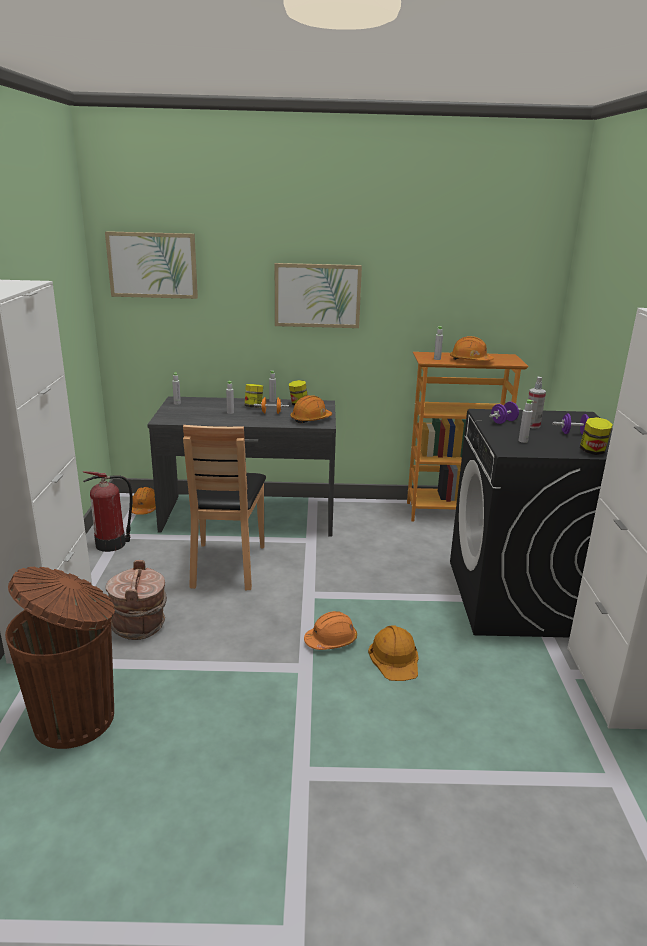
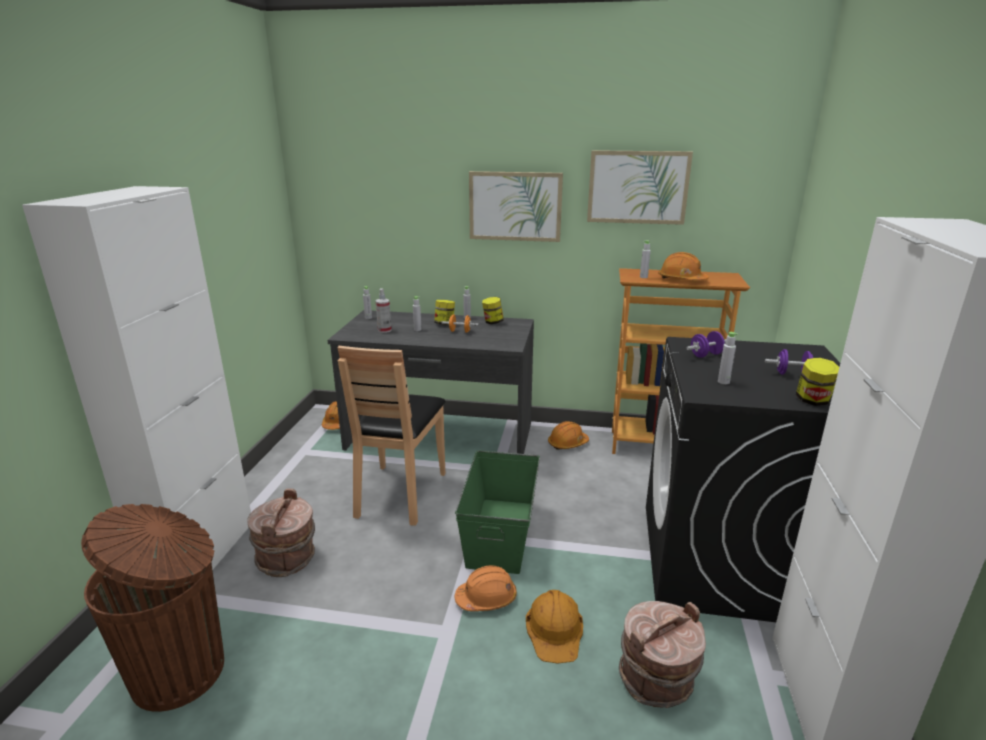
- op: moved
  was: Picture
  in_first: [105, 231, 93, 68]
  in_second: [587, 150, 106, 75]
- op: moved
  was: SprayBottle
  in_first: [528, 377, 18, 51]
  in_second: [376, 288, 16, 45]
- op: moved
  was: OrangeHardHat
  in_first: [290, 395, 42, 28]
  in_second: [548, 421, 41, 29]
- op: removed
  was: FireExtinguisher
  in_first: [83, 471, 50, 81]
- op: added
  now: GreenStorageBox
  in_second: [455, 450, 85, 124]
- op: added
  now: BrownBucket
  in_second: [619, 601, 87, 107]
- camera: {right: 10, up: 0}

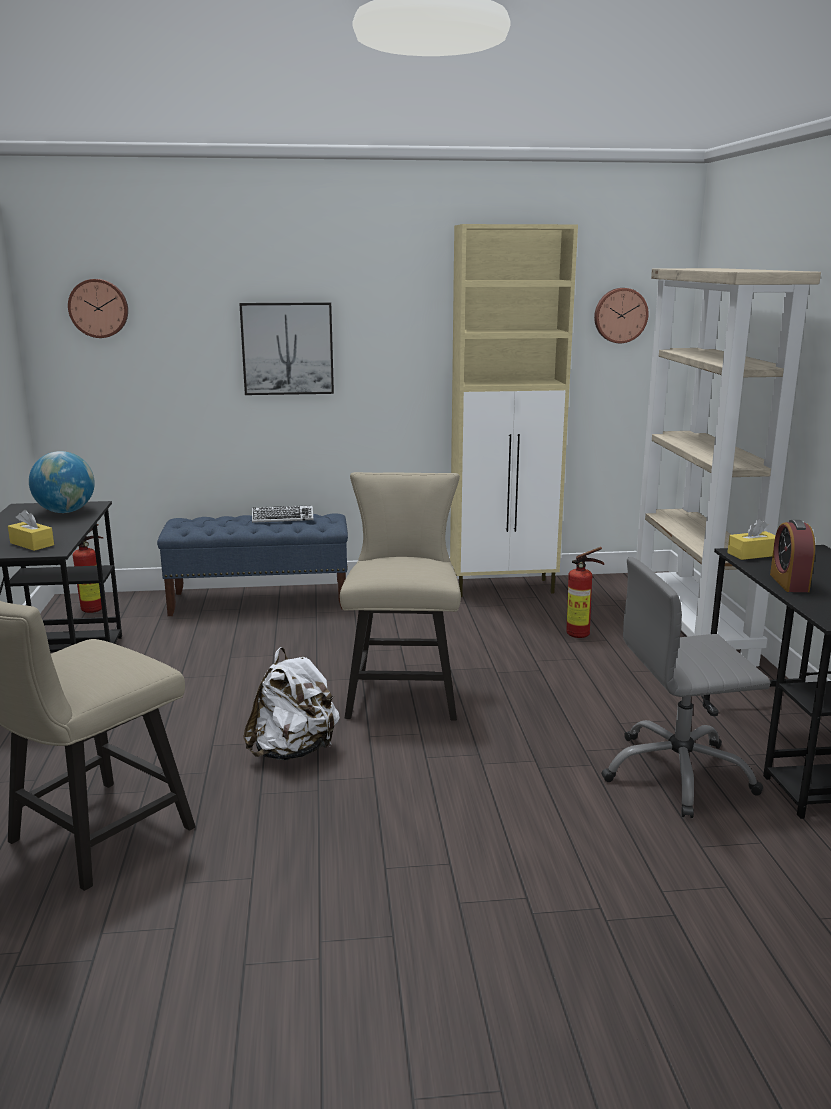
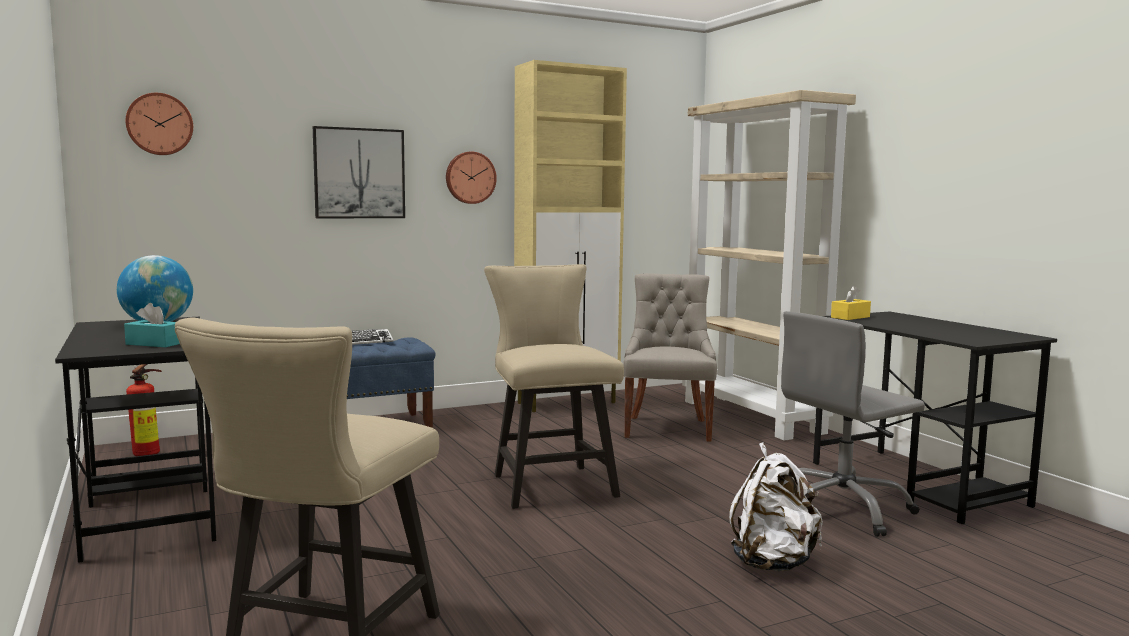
- op: moved
  was: WallClock
  in_first: [594, 288, 55, 55]
  in_second: [446, 151, 51, 53]
- op: recoloured
  was: YellowTissueBox
  now: TurquoiseTissueBox
  in_first: [8, 510, 46, 41]
  in_second: [124, 303, 56, 44]
- op: removed
  was: AlarmClock
  in_first: [770, 520, 45, 72]
- op: replaced
  was: FireExtinguisher
  now: GreyChair
  in_first: [566, 547, 38, 91]
  in_second: [623, 273, 94, 169]
- op: moved
  was: WhiteBackpack
  in_first: [243, 647, 97, 113]
  in_second: [729, 442, 94, 129]
- camera: {right: -20, up: -10}

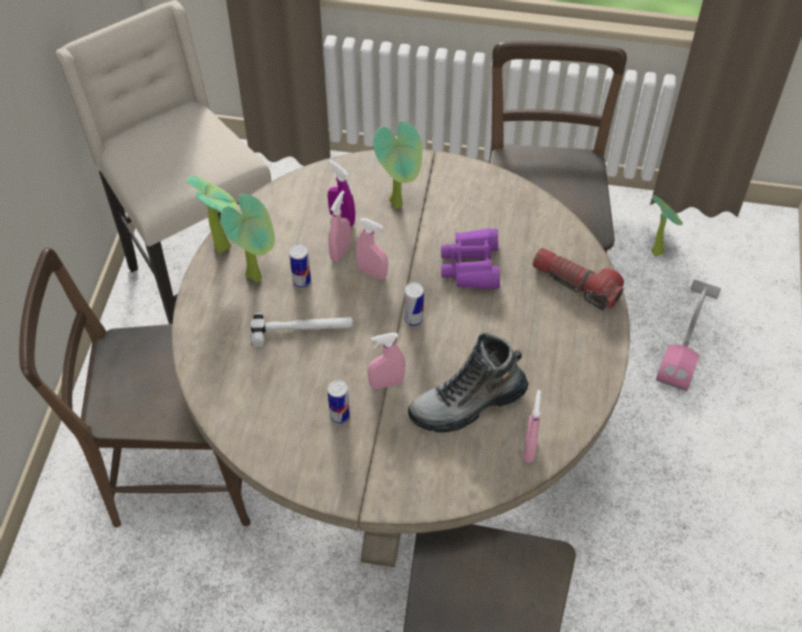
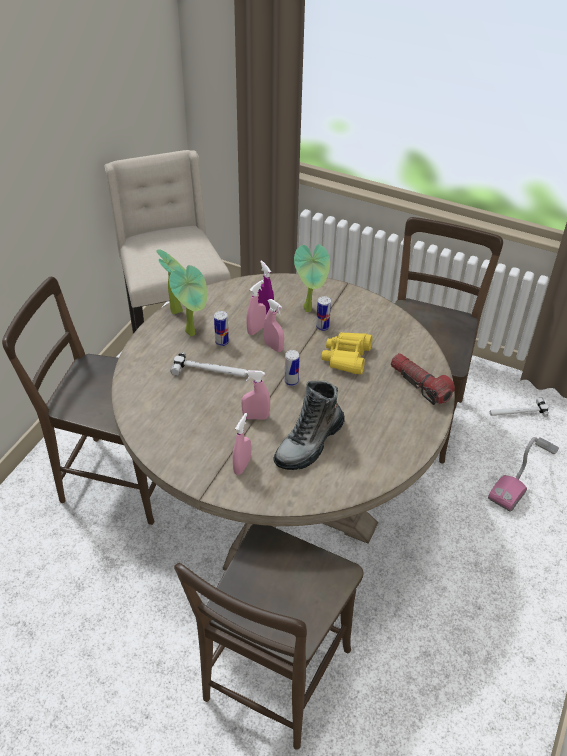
- op: replaced
  was: PottedPlant
  now: Hammer
  in_first: [651, 195, 32, 62]
  in_second: [490, 398, 59, 19]
- op: recoloured
  was: PurpleBinoculars
  now: YellowBinoculars
  in_first: [441, 228, 59, 62]
  in_second: [321, 332, 51, 42]
- op: turned
  was: Boot
  in_first: [408, 332, 121, 101]
  in_second: [274, 381, 71, 89]
  clockwise: -45
- op: moved
  was: Can
  in_first: [328, 380, 22, 44]
  in_second: [316, 296, 15, 35]
- op: moved
  was: PinkSprayBottle
  in_first: [523, 390, 18, 73]
  in_second: [232, 413, 19, 62]
- camera: {right: 15, up: -10}

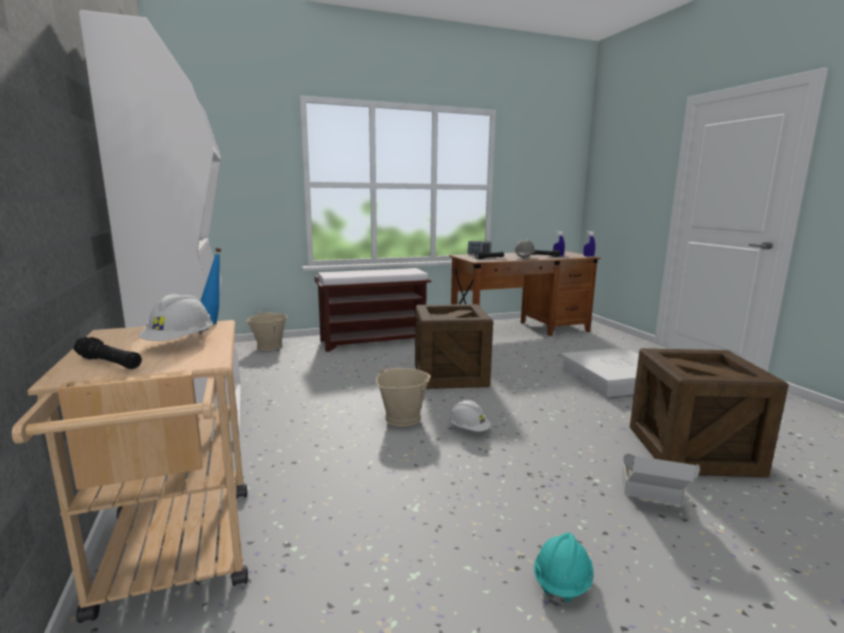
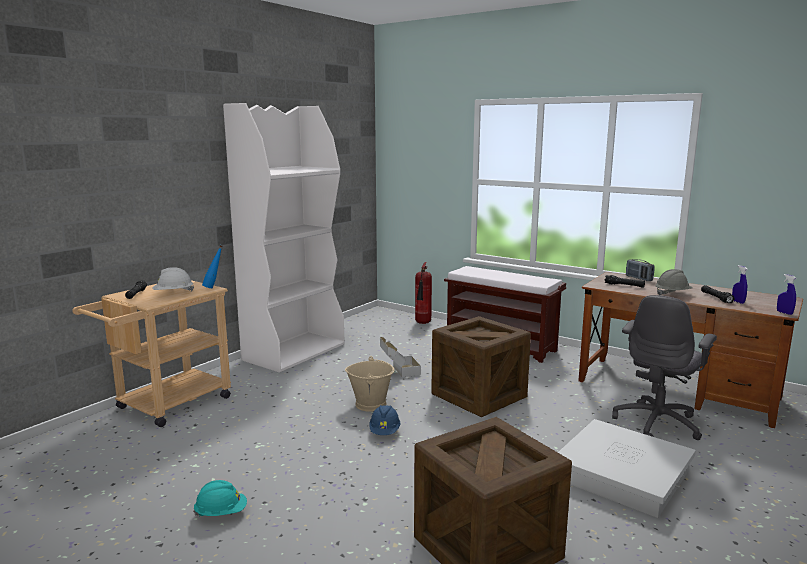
- op: replaced
  was: BeigeBucket
  now: FireExtinguisher
  in_first: [246, 311, 42, 40]
  in_second: [415, 262, 17, 62]
- op: recoloured
  was: WhiteHardHat
  now: BlueHardHat
  in_first: [448, 400, 43, 32]
  in_second: [369, 405, 31, 30]
- op: moved
  was: CardboardBox
  in_first: [622, 454, 78, 51]
  in_second: [380, 337, 41, 40]
- op: added
  now: GreyOfficeChair
  in_second: [612, 295, 105, 145]
- camera: {right: 55, up: 0}

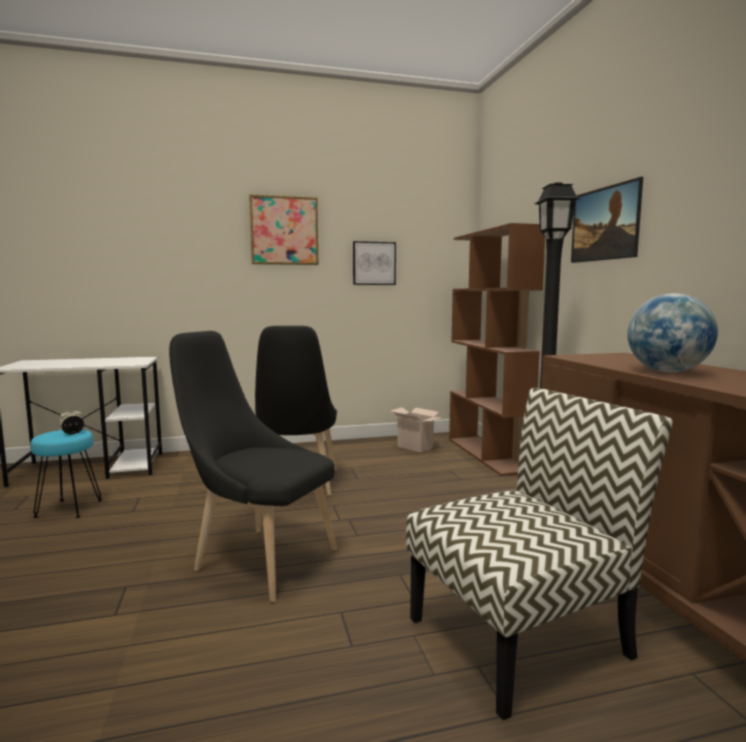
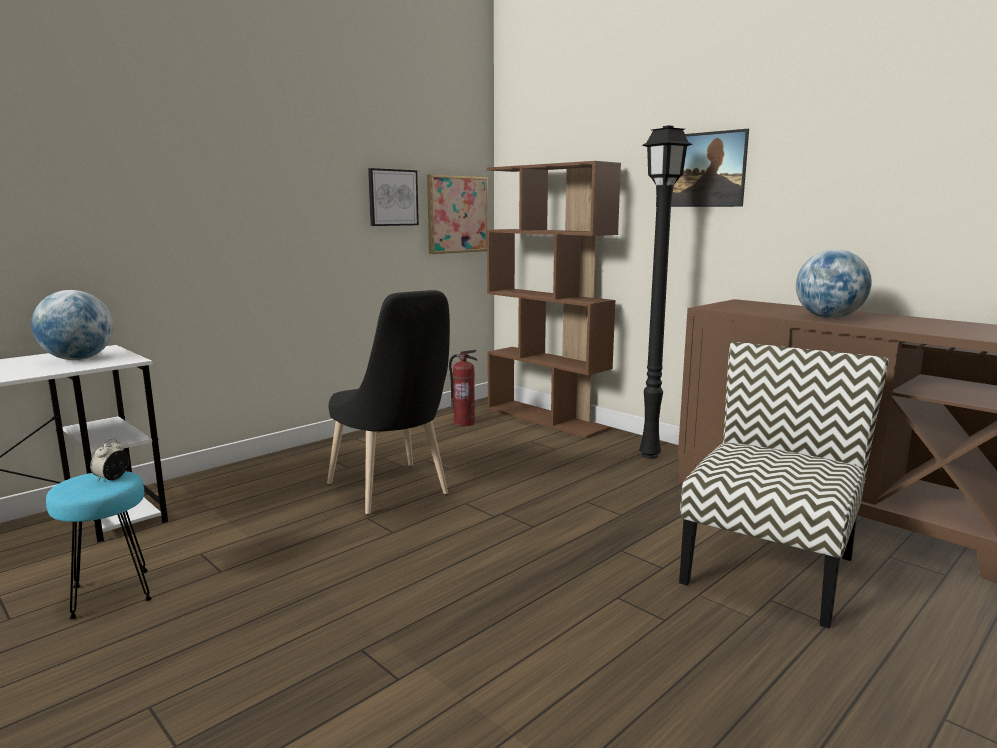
- op: moved
  was: Picture
  in_first: [249, 194, 70, 71]
  in_second: [427, 174, 61, 80]
- op: removed
  was: BlackChair
  in_first: [169, 331, 168, 271]
- op: replaced
  was: CardboardBox
  now: FireExtinguisher
  in_first: [390, 407, 53, 46]
  in_second: [449, 350, 29, 76]
- op: added
  now: Globe
  in_second: [31, 290, 82, 70]
- camera: {right: -30, up: 5}

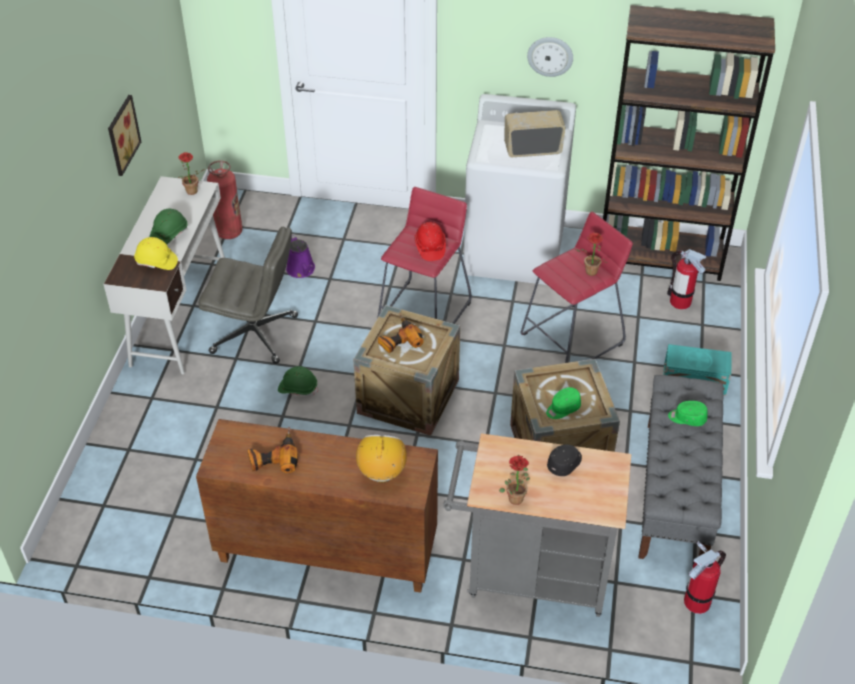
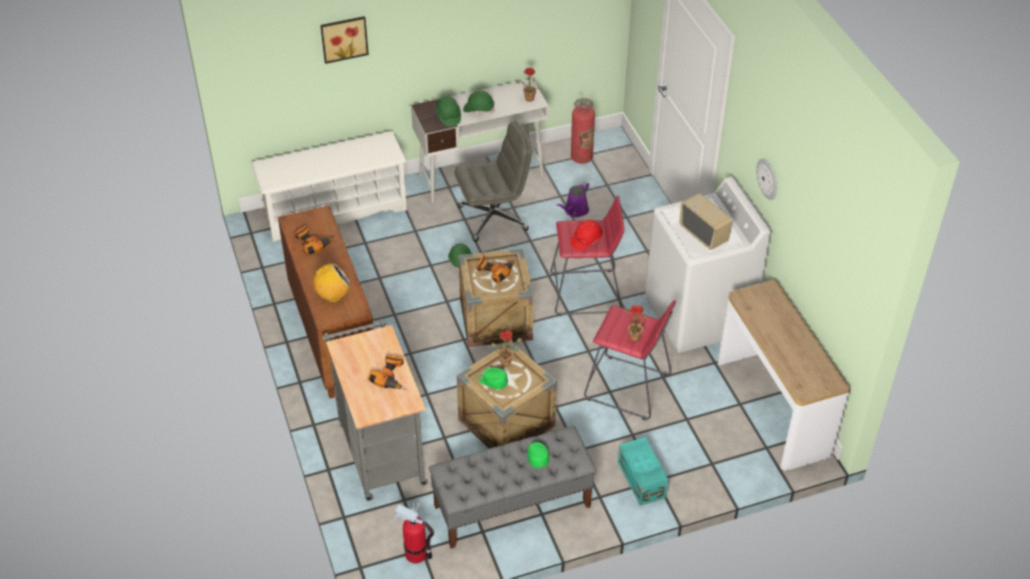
- op: replaced
  was: BrownBookcase
  now: ConsoleTable
  in_first: [603, 5, 172, 276]
  in_second: [718, 279, 133, 192]
- op: moved
  was: Picture
  in_first: [108, 95, 33, 81]
  in_second: [320, 16, 49, 48]
- op: turned
  was: GreyOfficeChair
  in_first: [199, 227, 99, 137]
  in_second: [454, 122, 78, 120]
  clockwise: -90
- op: recoloured
  was: YellowHardHat
  now: GreenHardHat
  in_first: [134, 237, 44, 33]
  in_second: [435, 96, 26, 30]
- op: removed
  was: FireExtinguisher
  in_first: [667, 249, 39, 60]
- op: replaced
  was: BlackCap
  now: PowerDrill
  in_first: [547, 444, 35, 32]
  in_second: [368, 355, 40, 36]
- op: moved
  was: PottedPlant
  in_first: [499, 455, 31, 50]
  in_second: [491, 331, 31, 36]
- op: added
  now: WhiteShoeRack
  in_second: [251, 131, 156, 111]
- camera: {right: 60, up: 0}

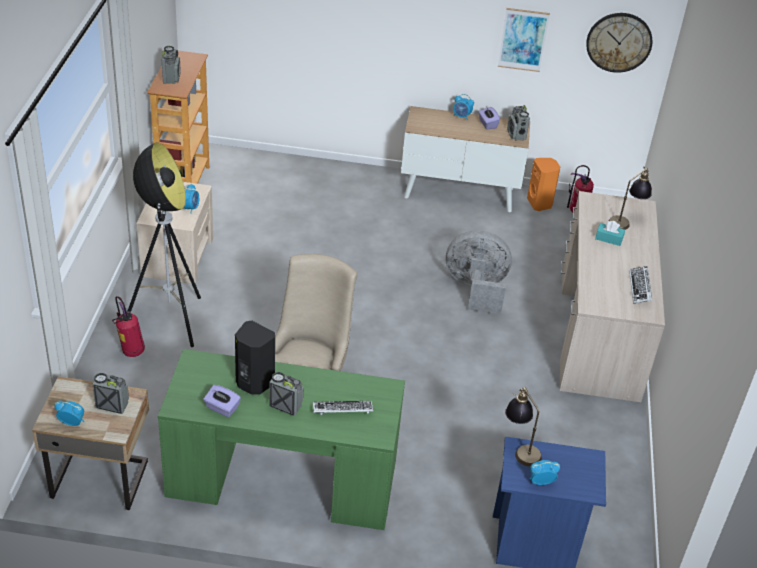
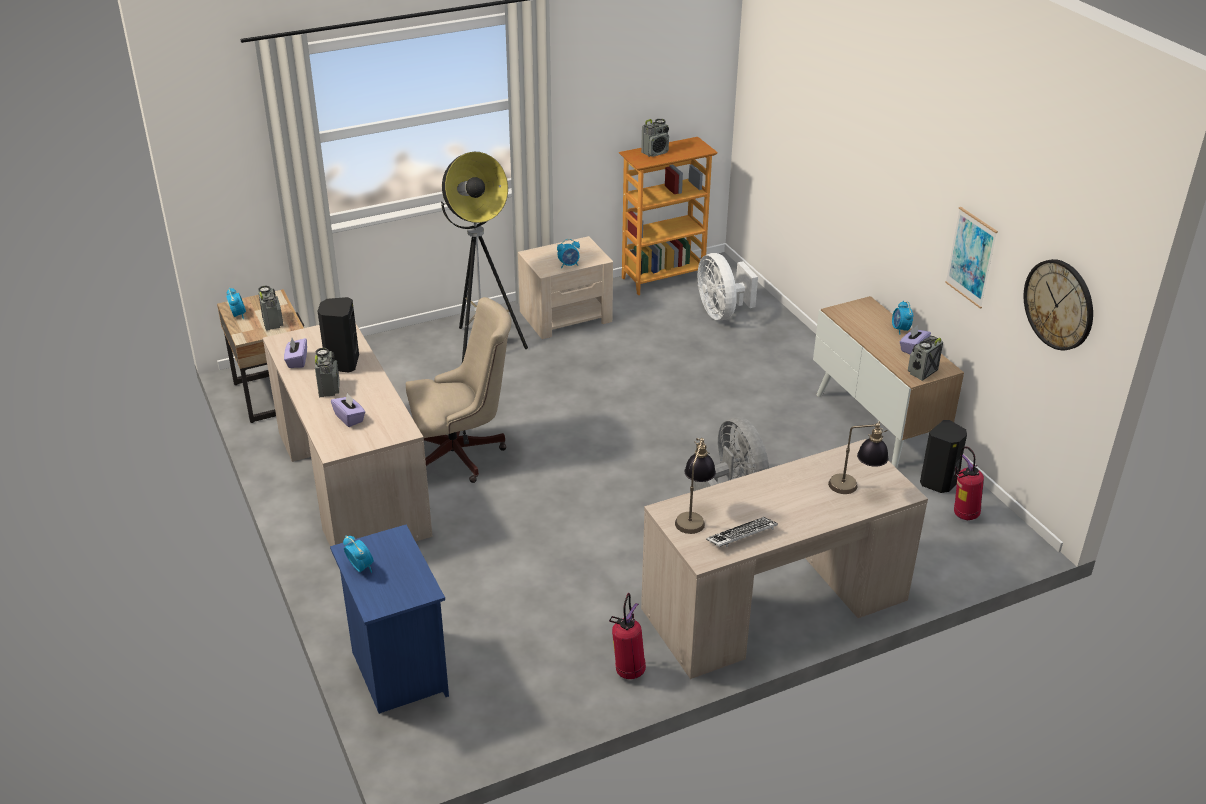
- op: recoloured
  was: OrangeSpeaker
  now: BlackSpeaker
  in_first: [527, 158, 33, 53]
  in_second: [920, 420, 47, 73]
- op: removed
  was: TurquoiseTissueBox
  in_first: [595, 221, 30, 25]
- op: moved
  was: FireExtinguisher
  in_first: [112, 296, 33, 61]
  in_second: [609, 593, 37, 86]
- op: recoloured
  was: GreenDesk
  now: BeigeDesk
  in_first: [158, 349, 247, 181]
  in_second: [263, 323, 169, 223]
- op: moved
  was: TableLamp
  in_first: [505, 387, 37, 80]
  in_second: [675, 438, 41, 96]
- op: replaced
  was: Keyboard
  now: PurpleTissueBox
  in_first: [313, 401, 61, 14]
  in_second: [331, 393, 34, 34]
- op: added
  now: WhiteFan
  in_second: [698, 253, 60, 67]
- camera: {right: 60, up: -5}

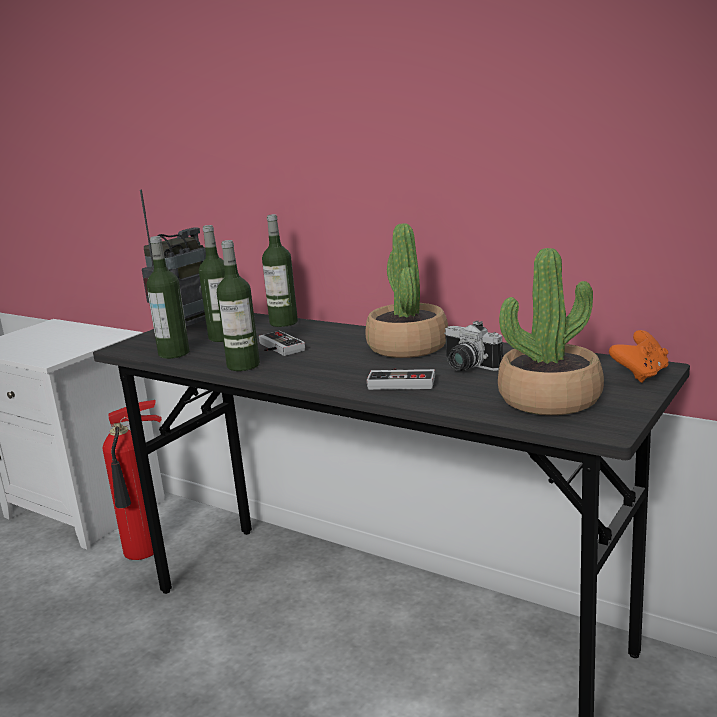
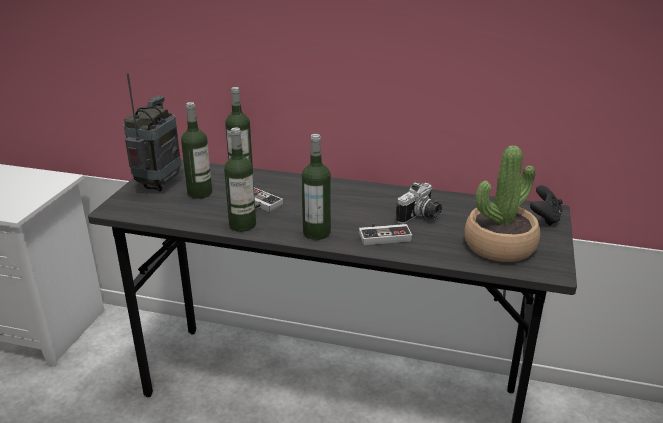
- op: removed
  was: PottedPlant
  in_first: [366, 223, 82, 135]
- op: moved
  was: Bottle
  in_first: [147, 236, 42, 123]
  in_second: [302, 134, 29, 106]
- op: turned
  was: PhotoCamera
  in_first: [444, 320, 59, 51]
  in_second: [396, 182, 46, 42]
  clockwise: -75
- op: recoloured
  was: OrangeGameController
  now: BlackGameController
  in_first: [609, 330, 60, 53]
  in_second: [530, 185, 33, 41]
- op: removed
  was: FireExtinguisher
  in_first: [103, 400, 59, 160]
- camera: {right: -20, up: 10}

